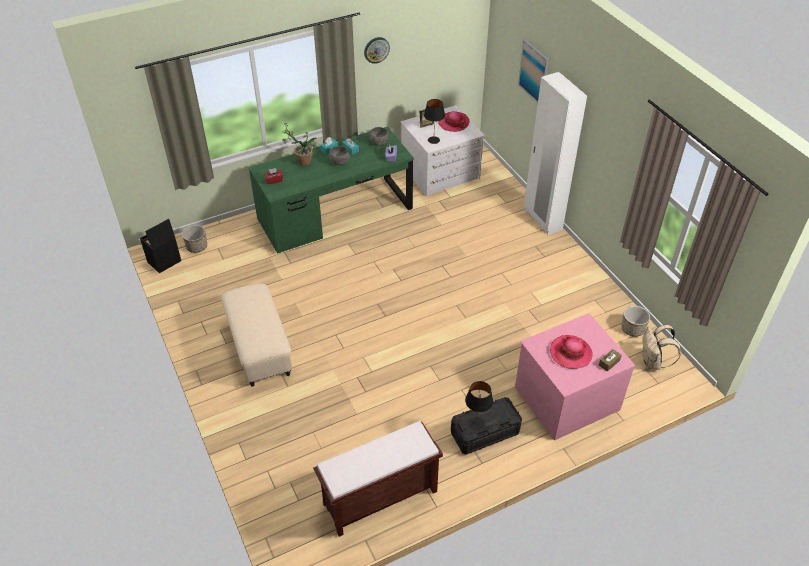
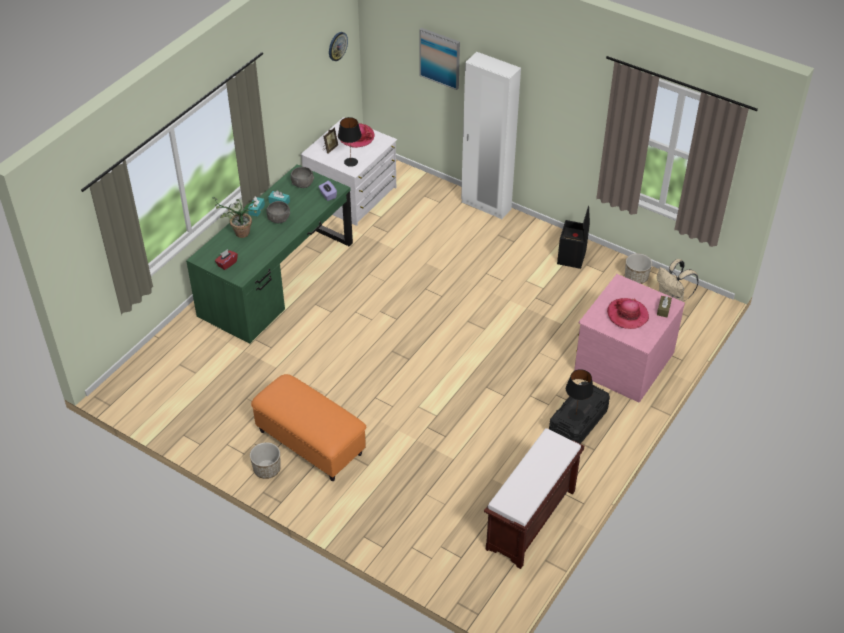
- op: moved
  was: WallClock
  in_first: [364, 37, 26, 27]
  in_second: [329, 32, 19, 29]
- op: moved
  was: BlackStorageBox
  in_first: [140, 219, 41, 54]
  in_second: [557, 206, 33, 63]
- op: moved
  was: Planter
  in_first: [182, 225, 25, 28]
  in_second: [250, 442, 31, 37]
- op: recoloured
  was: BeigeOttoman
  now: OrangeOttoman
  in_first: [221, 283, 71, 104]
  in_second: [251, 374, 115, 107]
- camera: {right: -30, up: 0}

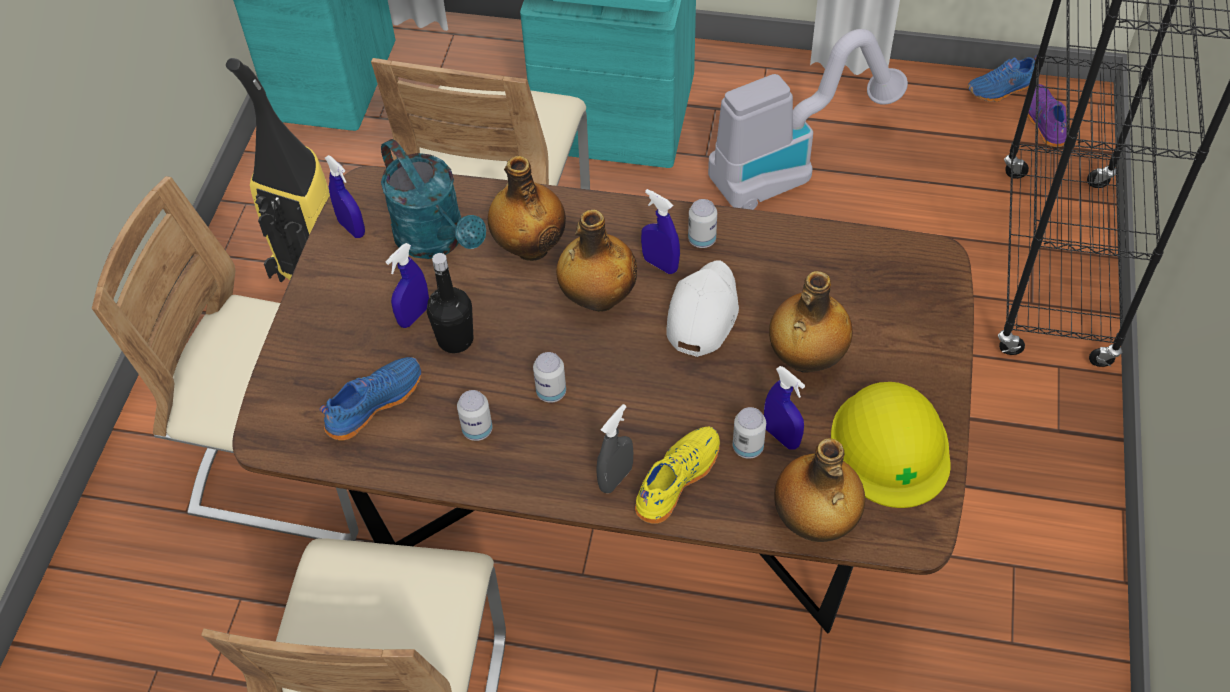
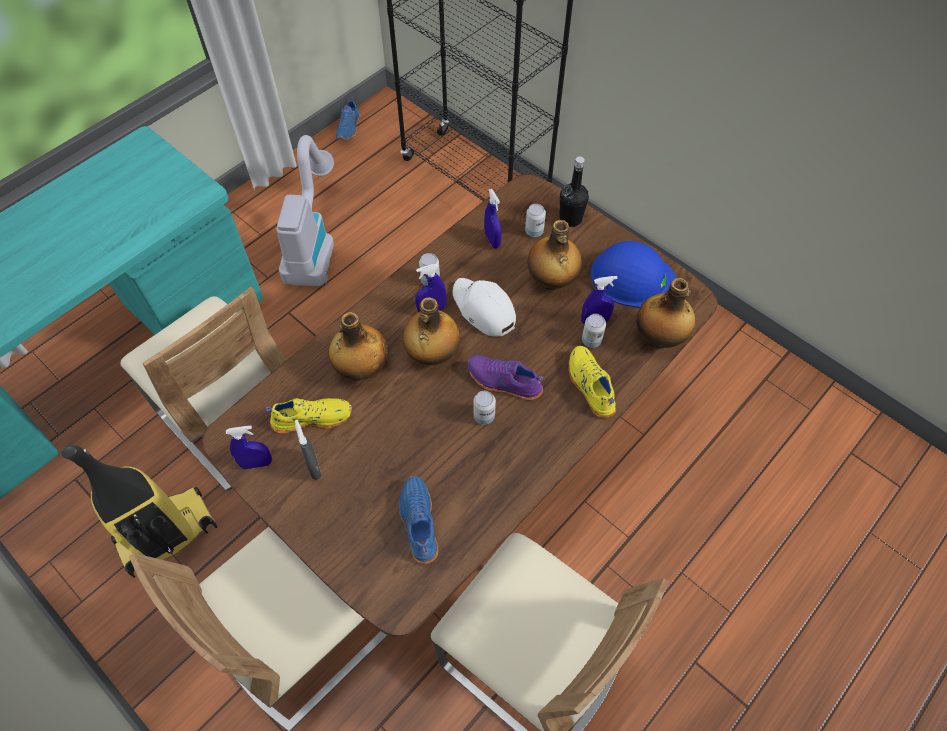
- op: moved
  was: PurpleShoe
  in_first: [1027, 84, 40, 63]
  in_second: [468, 355, 75, 45]
- op: replaced
  was: TurquoiseWateringCan
  now: YellowShoe
  in_first: [381, 139, 105, 120]
  in_second: [265, 398, 87, 35]
- op: moved
  was: BlueSprayBottle
  in_first: [386, 243, 43, 85]
  in_second: [484, 189, 18, 59]
- op: moved
  was: BlackBottle
  in_first: [427, 253, 46, 100]
  in_second: [560, 156, 29, 71]
- op: recoloured
  was: YellowHardHat
  now: BlueHardHat
  in_first: [831, 382, 120, 126]
  in_second: [591, 241, 85, 67]
- op: moved
  was: Can
  in_first: [457, 390, 36, 51]
  in_second: [525, 204, 21, 33]
- op: moved
  was: GreySprayBottle
  in_first: [596, 404, 37, 89]
  in_second: [295, 420, 27, 60]
- camera: {right: -60, up: 5}

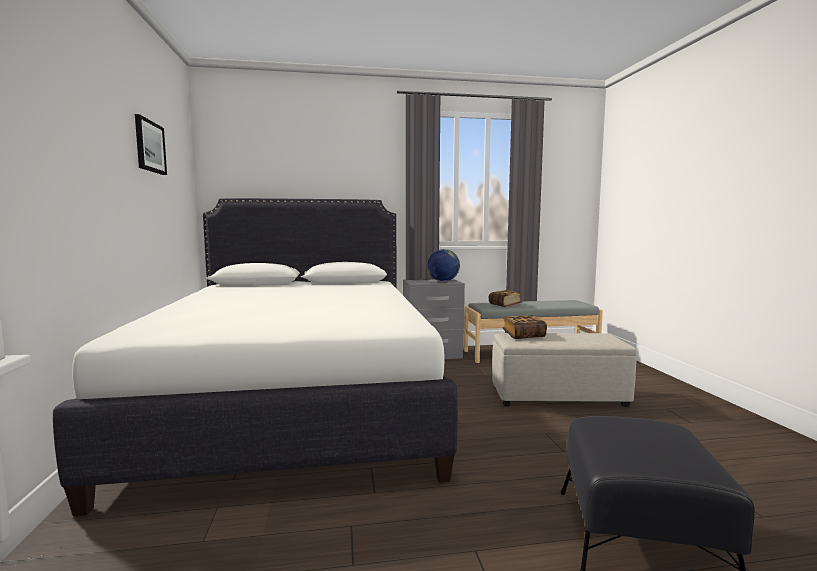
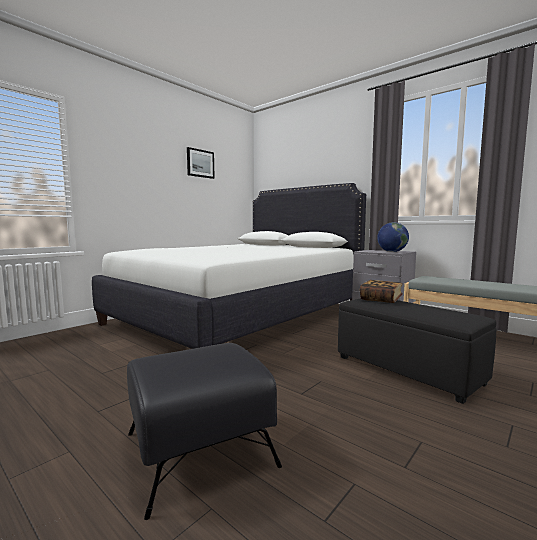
- op: removed
  was: Book
  in_first: [489, 290, 33, 17]
- op: recoloured
  was: BeigeOttoman
  now: BlackOttoman
  in_first: [492, 333, 145, 74]
  in_second: [338, 298, 158, 106]
- camera: {right: 50, up: 0}

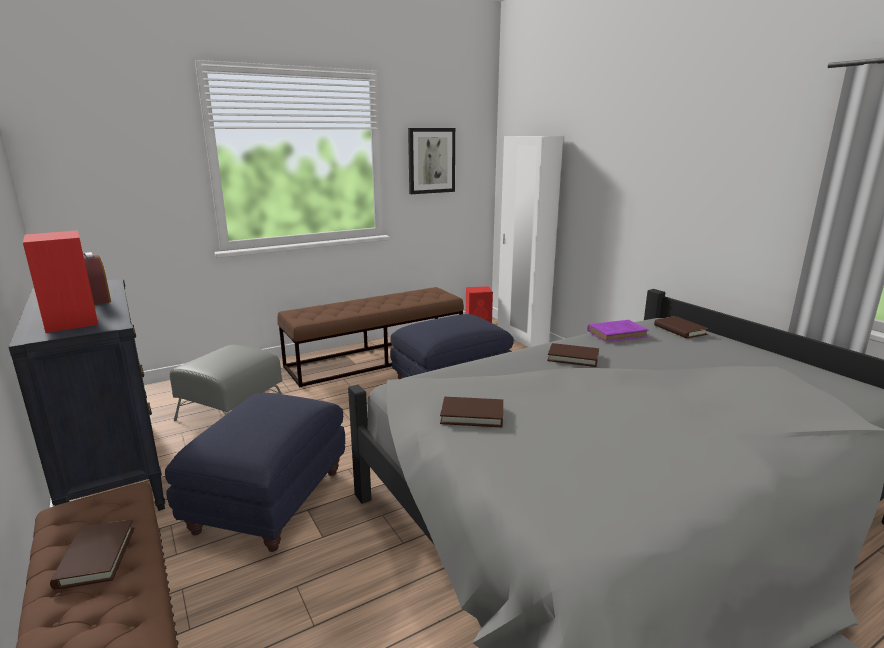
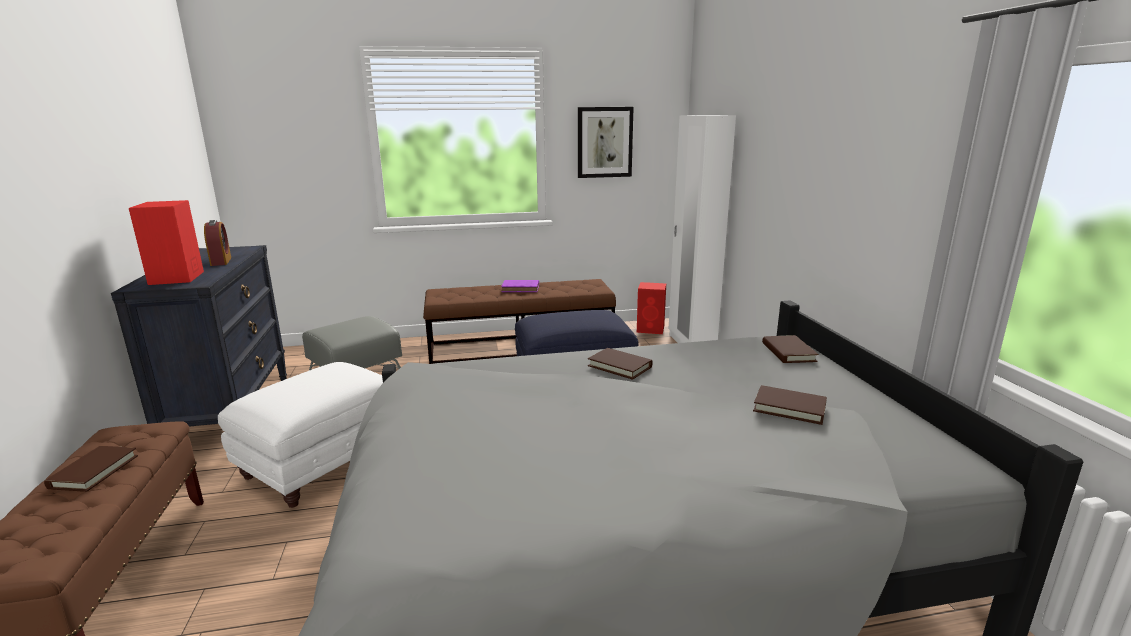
- op: moved
  was: PurpleBook
  in_first: [587, 320, 61, 22]
  in_second: [501, 280, 38, 12]
- op: recoloured
  was: BlueOttoman
  now: WhiteOttoman
  in_first: [165, 393, 180, 159]
  in_second: [217, 362, 166, 146]
- op: moved
  was: BrownBook
  in_first: [440, 397, 63, 30]
  in_second: [753, 385, 74, 40]
- camera: {right: 20, up: 0}

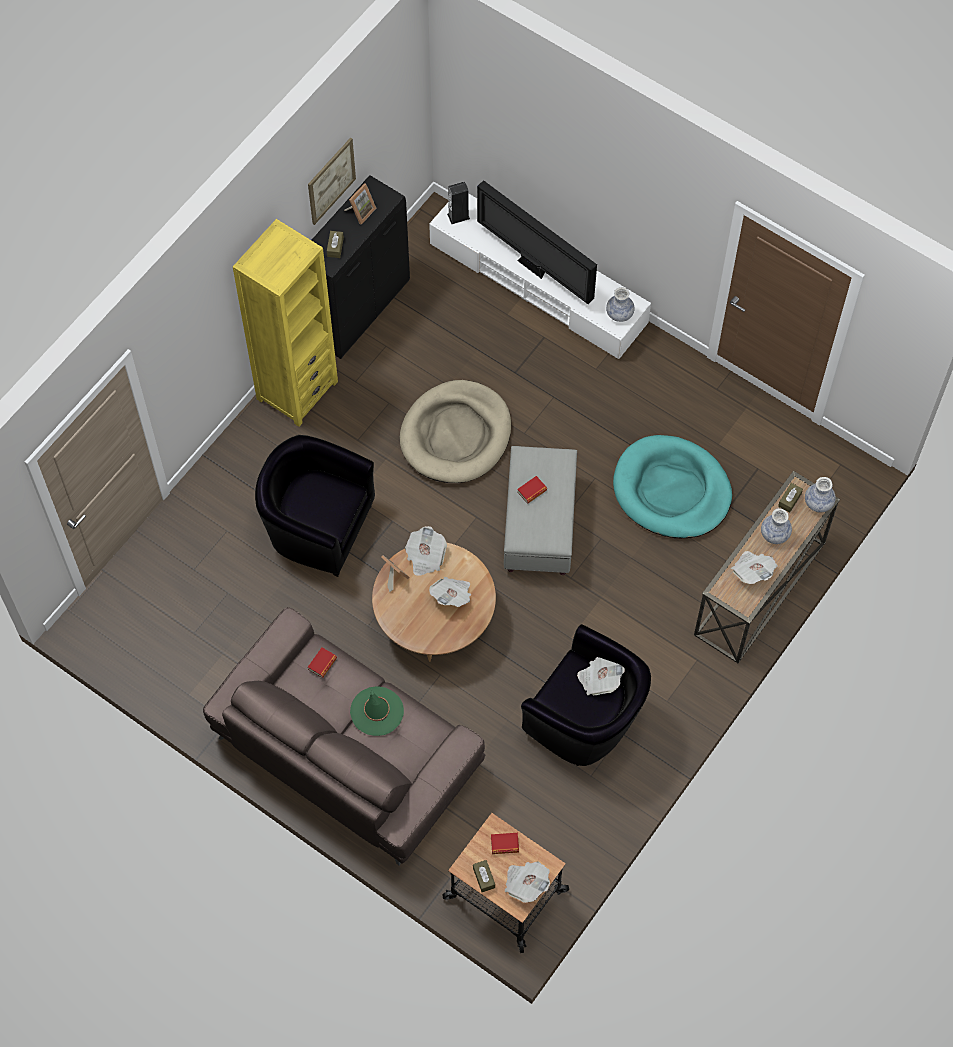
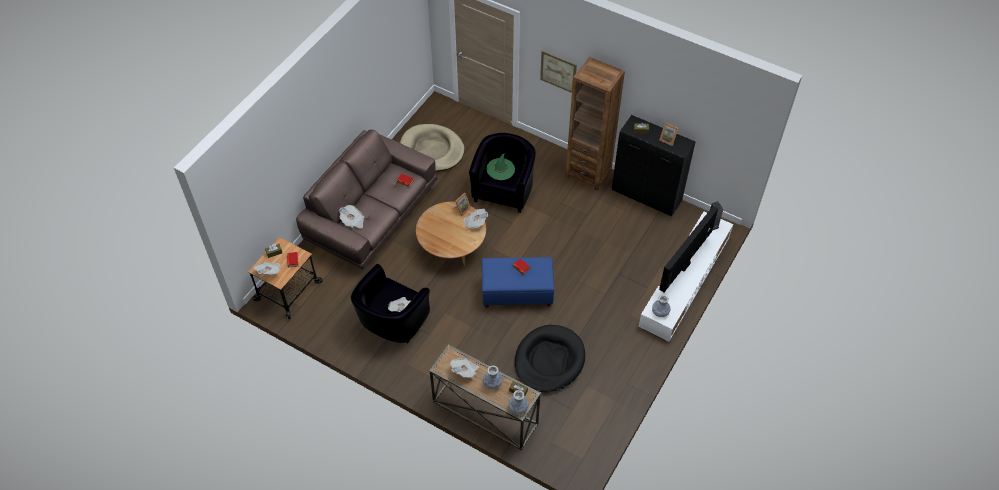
- op: moved
  was: Picture
  in_first: [308, 137, 48, 88]
  in_second: [540, 51, 37, 42]
- op: recoloured
  was: YellowBookcase
  now: BrownBookcase
  in_first: [233, 219, 105, 208]
  in_second: [565, 57, 60, 134]
- op: moved
  was: BeigeDogBed
  in_first: [400, 380, 111, 103]
  in_second: [400, 124, 65, 48]
- op: recoloured
  was: TurquoiseDogBed
  now: BlackDogBed
  in_first: [613, 435, 119, 103]
  in_second: [515, 325, 70, 67]
- op: recoloured
  was: GreyOttoman
  now: BlueOttoman
  in_first: [504, 446, 73, 129]
  in_second: [482, 257, 72, 51]
- op: moved
  was: Newspaper
  in_first: [429, 577, 42, 30]
  in_second: [339, 205, 25, 24]
- op: moved
  was: GreenHat
  in_first: [350, 686, 54, 50]
  in_second: [487, 154, 28, 26]
- camera: {right: 85, up: -10}

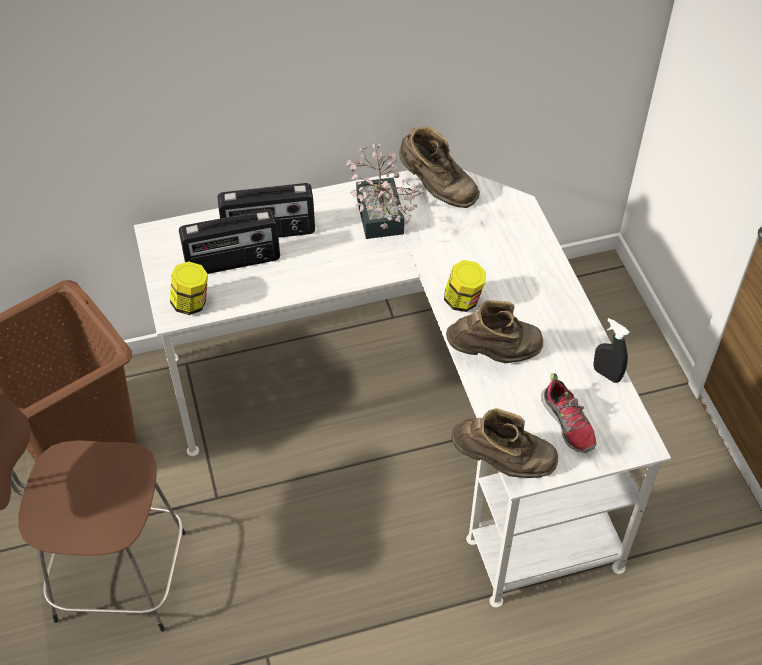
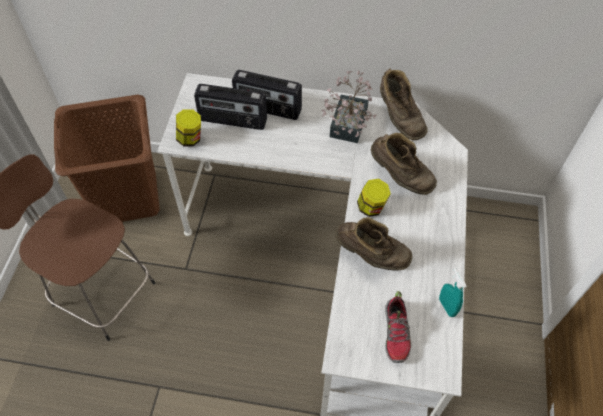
- op: recoloured
  was: BlackSprayBottle
  now: TurquoiseSprayBottle
  in_first: [593, 318, 37, 65]
  in_second: [439, 269, 28, 48]
- op: moved
  was: BrownBoot
  in_first: [451, 408, 107, 70]
  in_second: [371, 133, 66, 62]
- camera: {right: 25, up: 5}

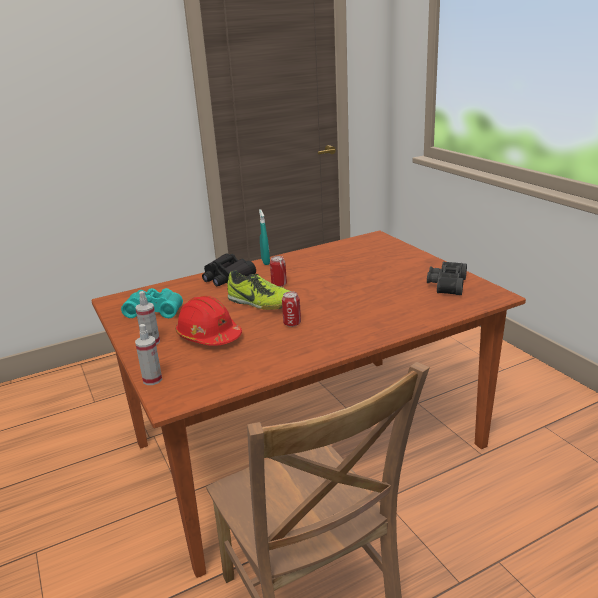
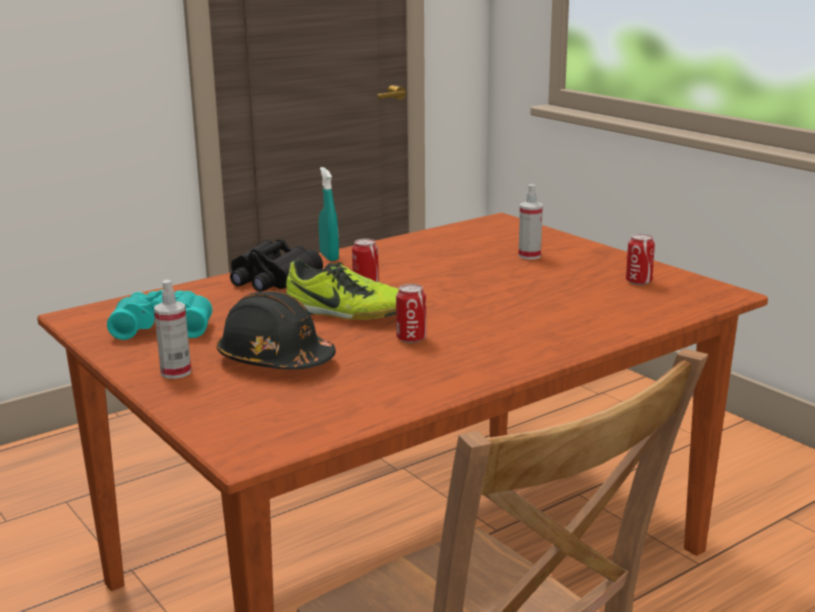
- op: replaced
  was: BlackBinoculars
  now: Can
  in_first: [427, 261, 40, 34]
  in_second: [626, 234, 29, 51]
- op: recoloured
  was: RedHardHat
  now: BlackHardHat
  in_first: [175, 296, 67, 50]
  in_second: [217, 291, 119, 79]
- op: moved
  was: SprayBottle
  in_first: [135, 324, 27, 61]
  in_second: [518, 184, 25, 76]
- camera: {right: -10, up: -5}

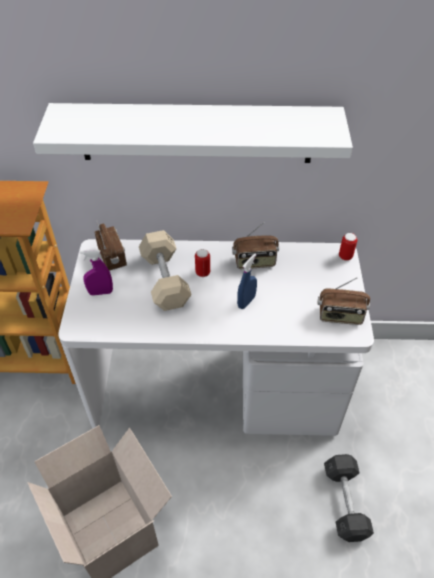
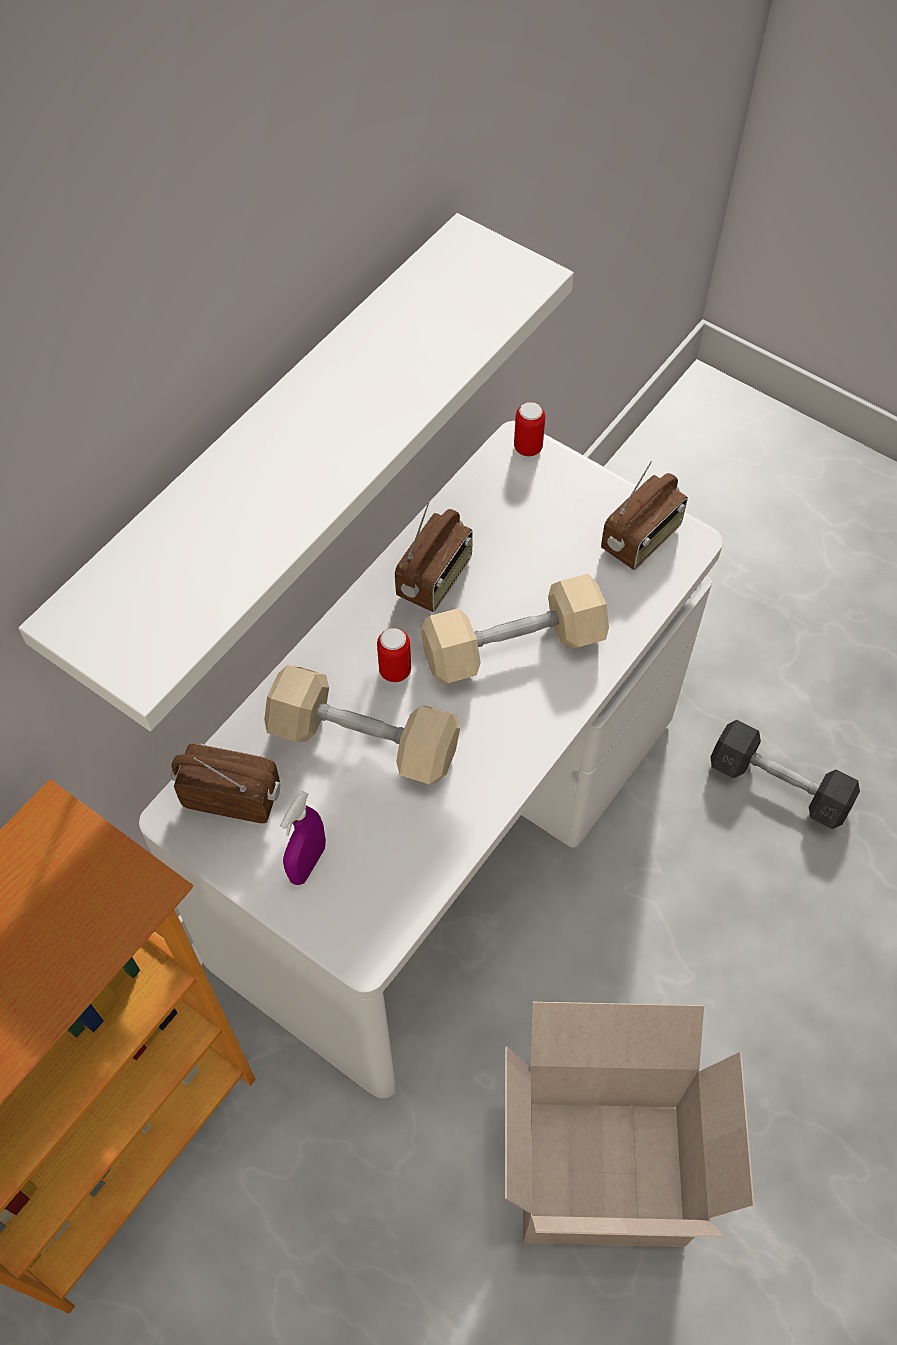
- op: replaced
  was: BlueSprayBottle
  now: BeigeDumbbell
  in_first: [237, 254, 20, 55]
  in_second: [421, 574, 188, 110]
- camera: {right: -55, up: 10}

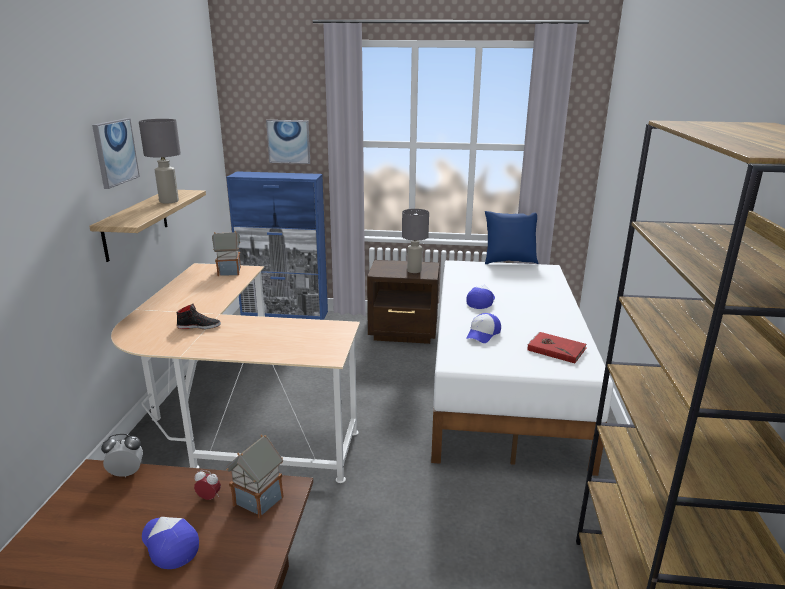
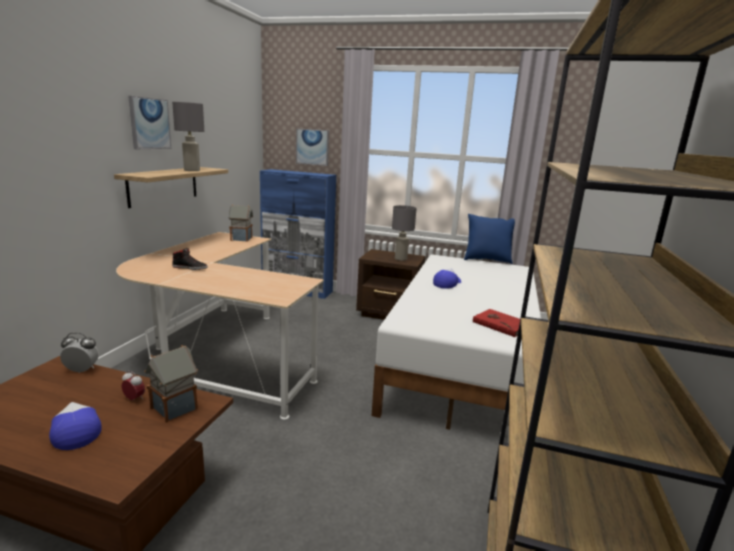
- op: removed
  was: Cap
  in_first: [466, 313, 35, 30]
- camera: {right: 10, up: -5}

